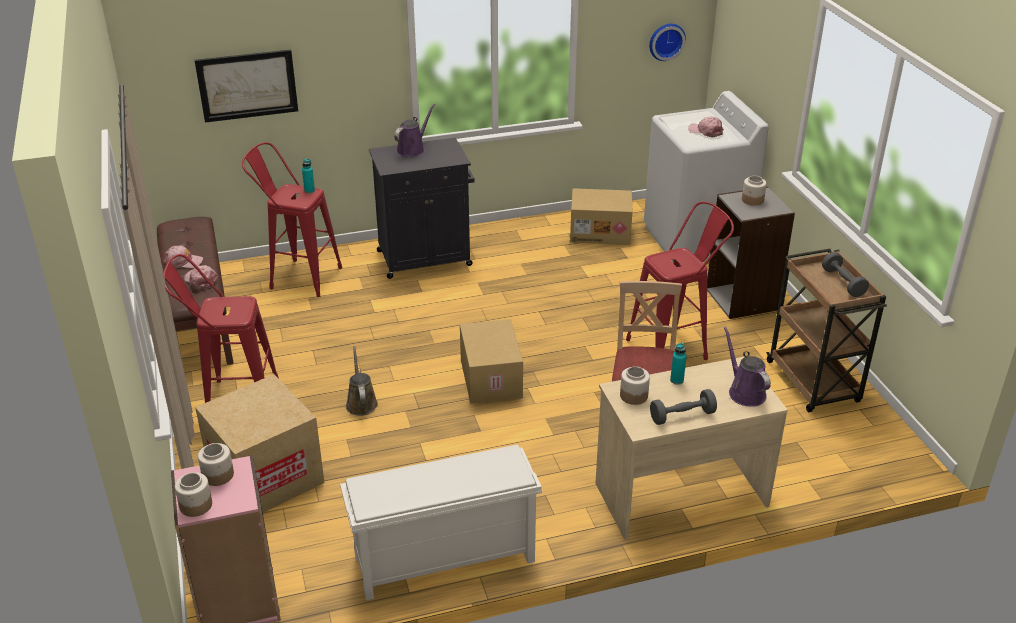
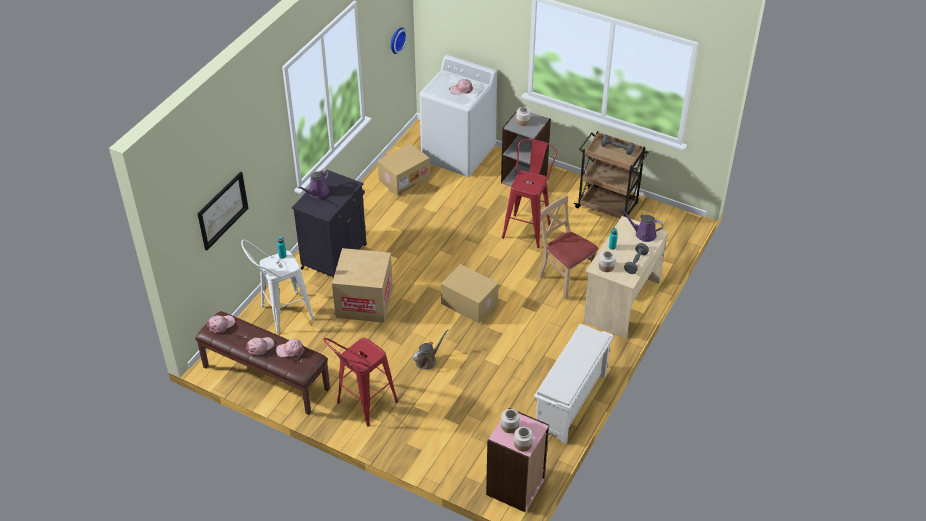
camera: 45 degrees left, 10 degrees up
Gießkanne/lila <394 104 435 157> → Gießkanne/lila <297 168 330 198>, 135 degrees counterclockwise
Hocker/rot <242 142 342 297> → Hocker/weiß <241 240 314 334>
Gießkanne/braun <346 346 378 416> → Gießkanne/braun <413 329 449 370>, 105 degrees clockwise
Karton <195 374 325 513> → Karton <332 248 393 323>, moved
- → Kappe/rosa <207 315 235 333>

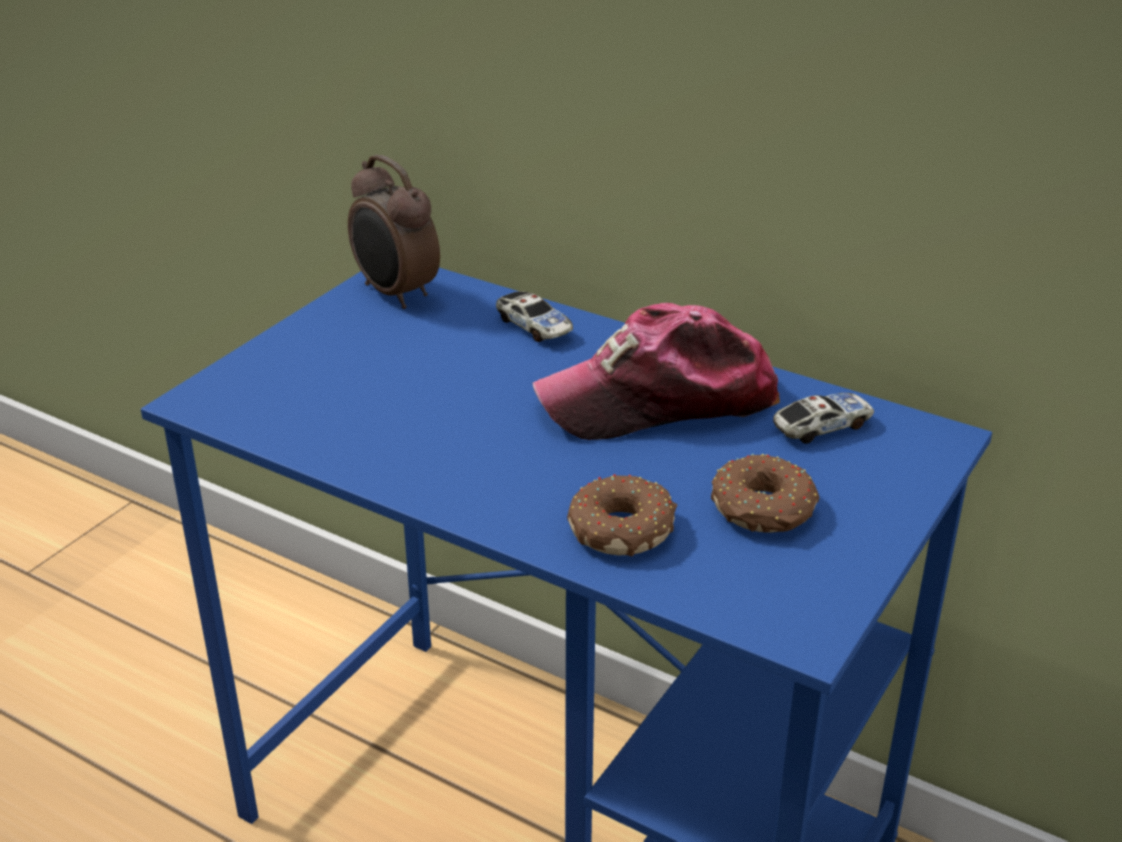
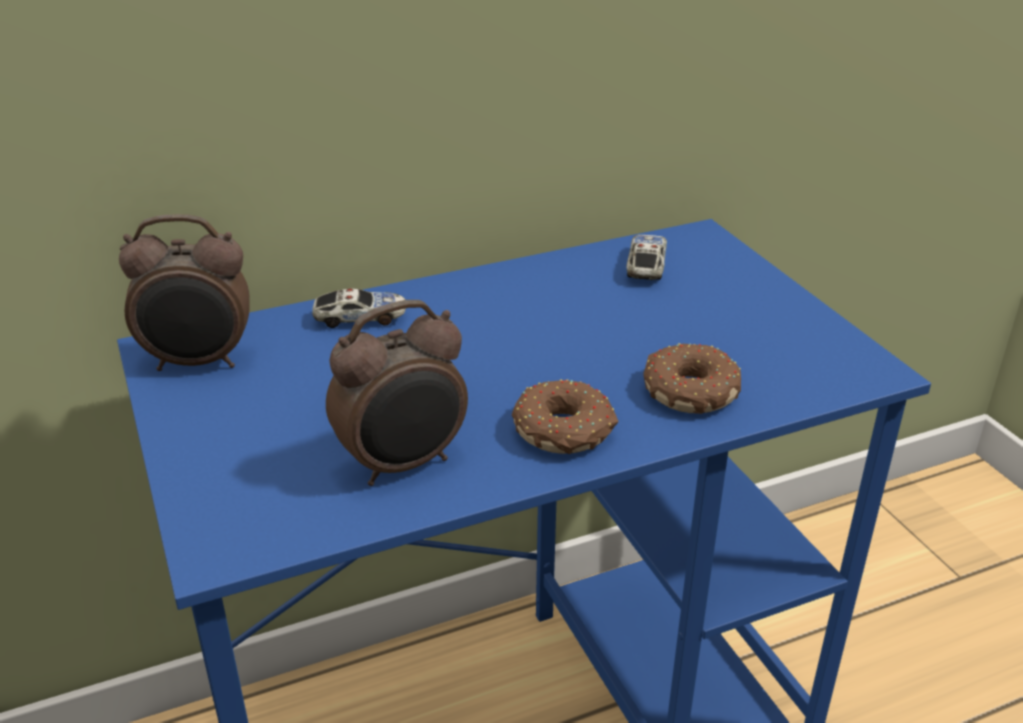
camera: 55 degrees left, 0 degrees up
Kappe <532 303 780 440> → -
Donut <711 454 820 533> → Donut <512 379 619 454>, moved
- → Wecker <326 300 468 486>

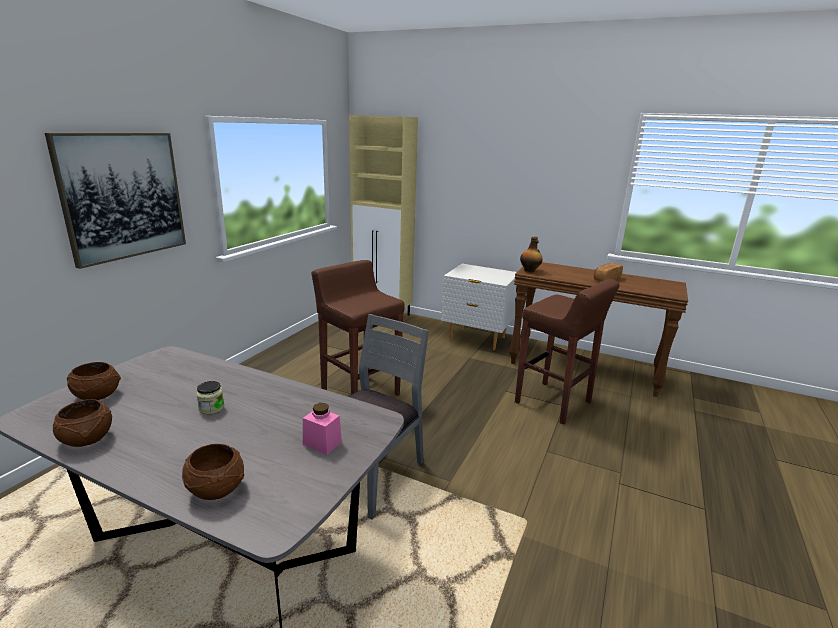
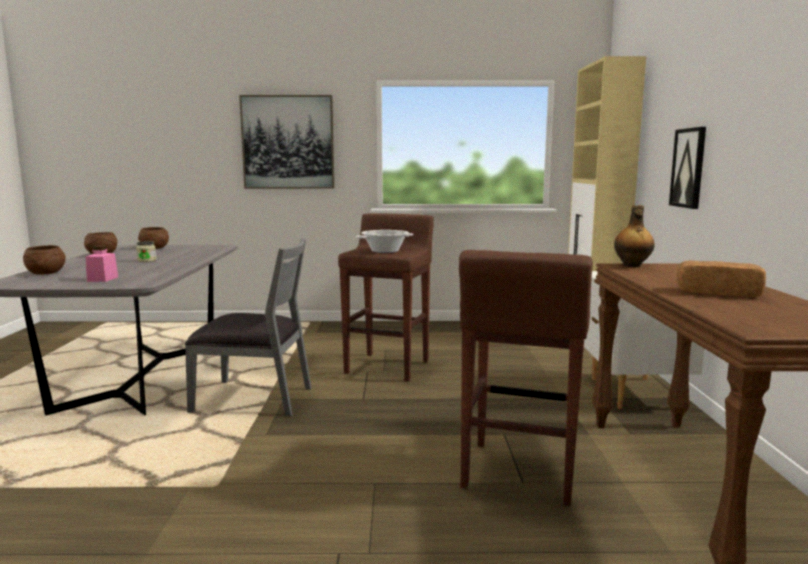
camera: 65 degrees right, 10 degrees down
- → Bild <669 127 706 209>
- → Kochtopf <356 230 413 253>

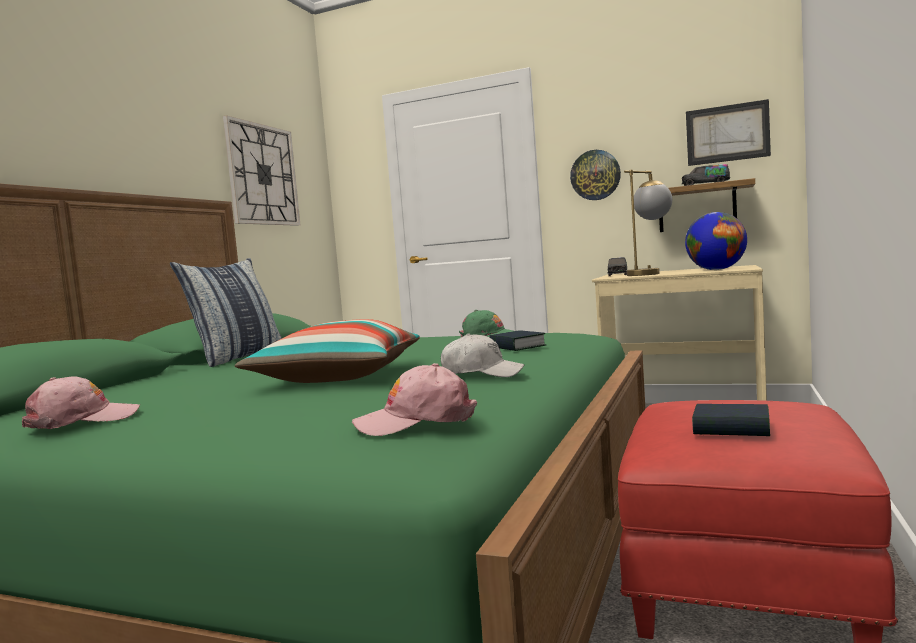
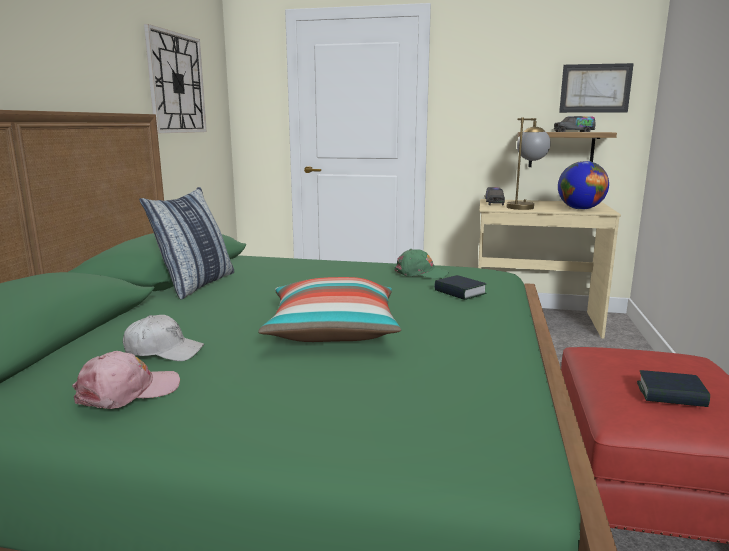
camera: 10 degrees left, 10 degrees up
Wanduhr <570 150 621 200> → -
Kappe/weiß <441 333 525 377> → Kappe/weiß <123 315 204 361>, moved
Kappe/rosa <352 363 477 436> → -

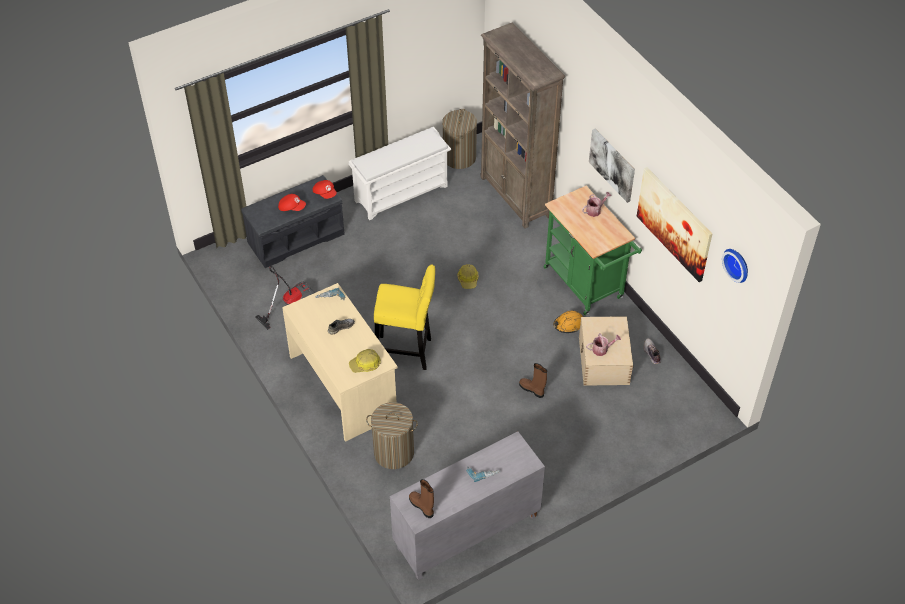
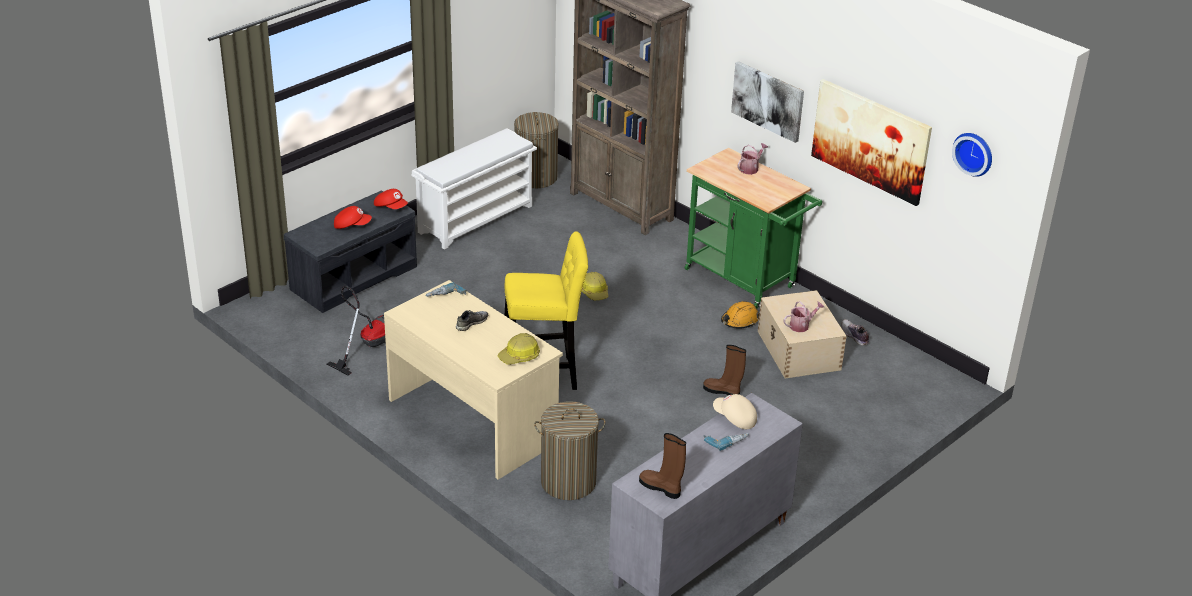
camera: 15 degrees left, 15 degrees down
- → Kappe/beige <713 394 757 429>

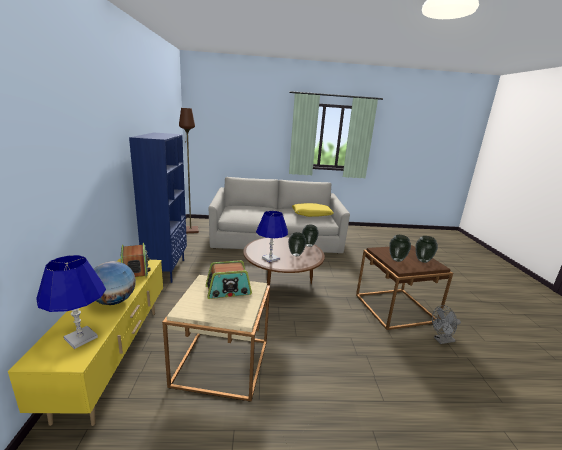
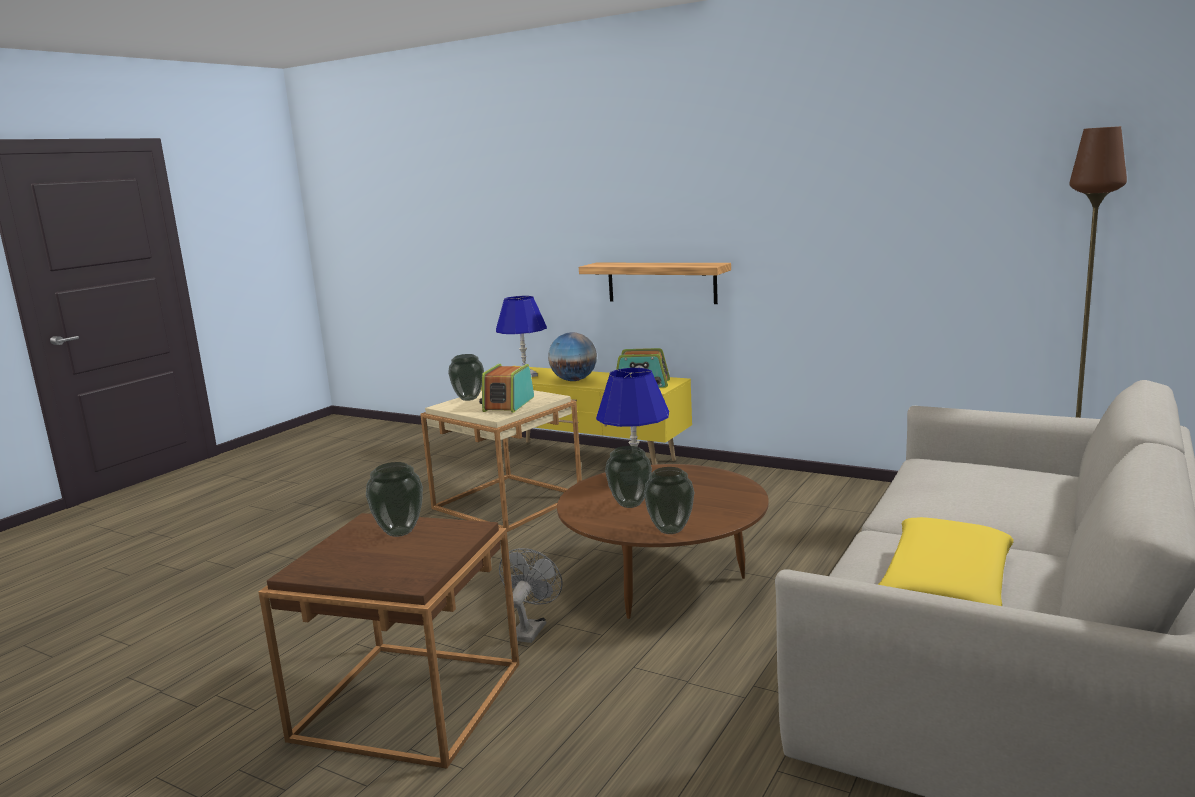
camera: 125 degrees right, 5 degrees down
Bücherregal/blau <129 133 187 283> → -
Vase <415 236 438 263> → Vase <448 354 484 401>, moved
Ventilator/grau <432 305 461 344> → Ventilator/grau <499 548 562 643>, moved
- → Wandregal <579 263 731 304>

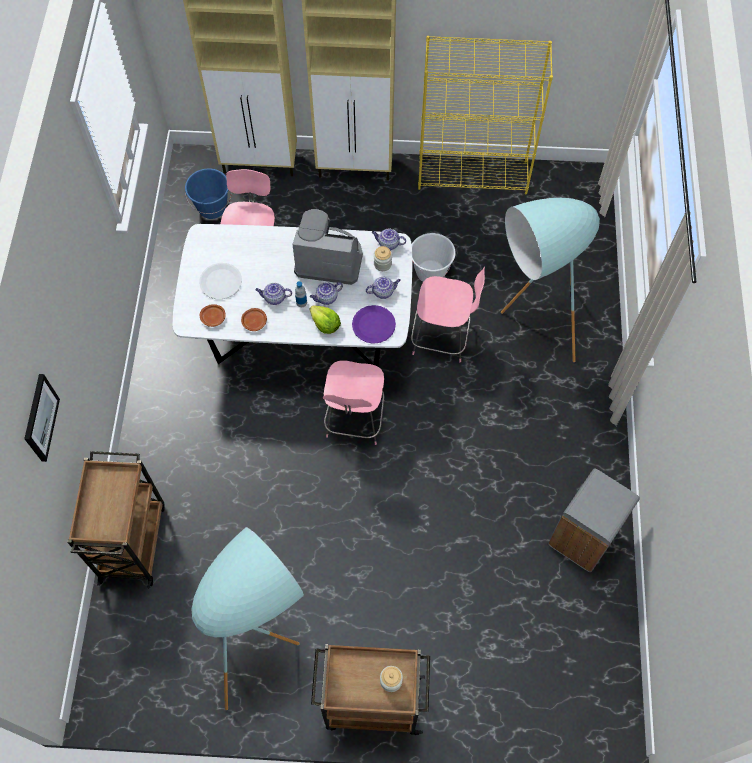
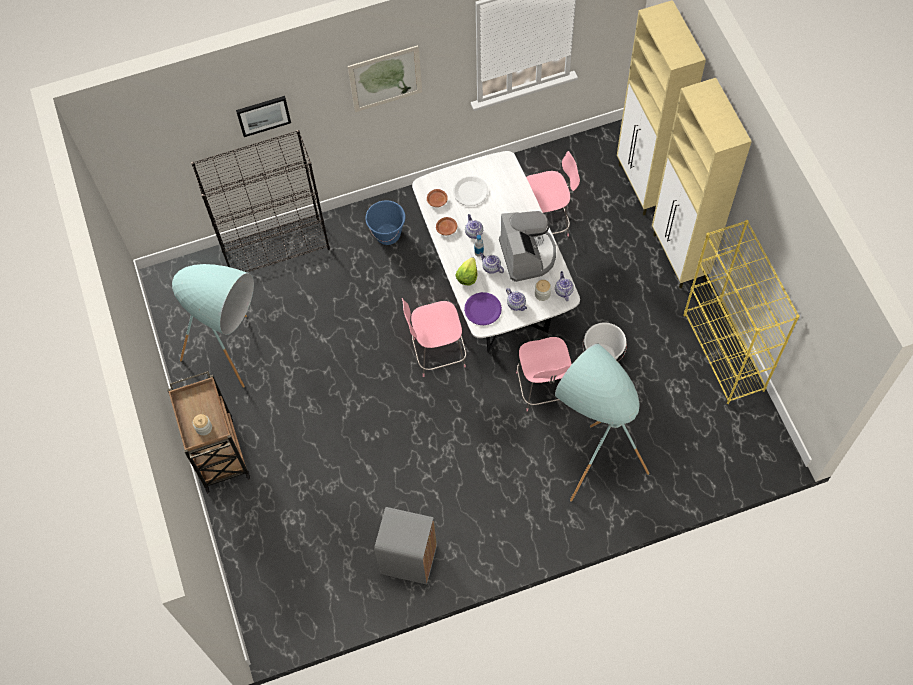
camera: 70 degrees right, 0 degrees up
Eimer/blau <185 168 232 219> → Eimer/blau <365 200 405 245>, moved
Rollwagen/braun <67 451 165 588> → Bücherregal/schwarz <191 130 330 272>
- → Bild <348 45 422 112>

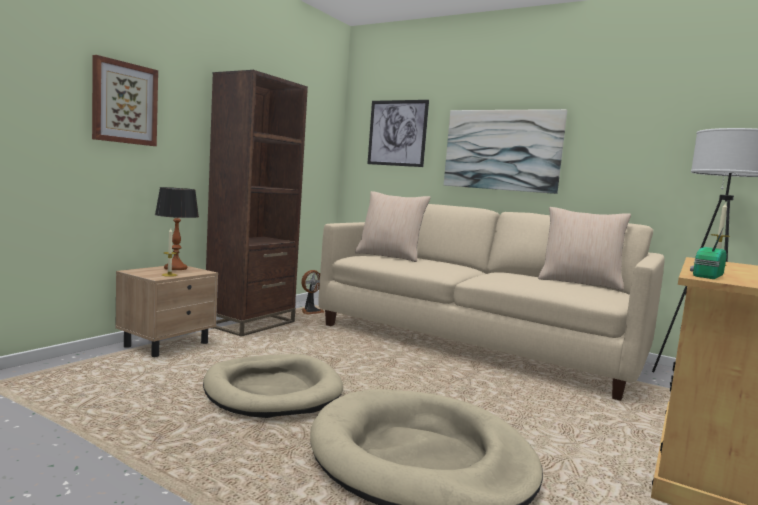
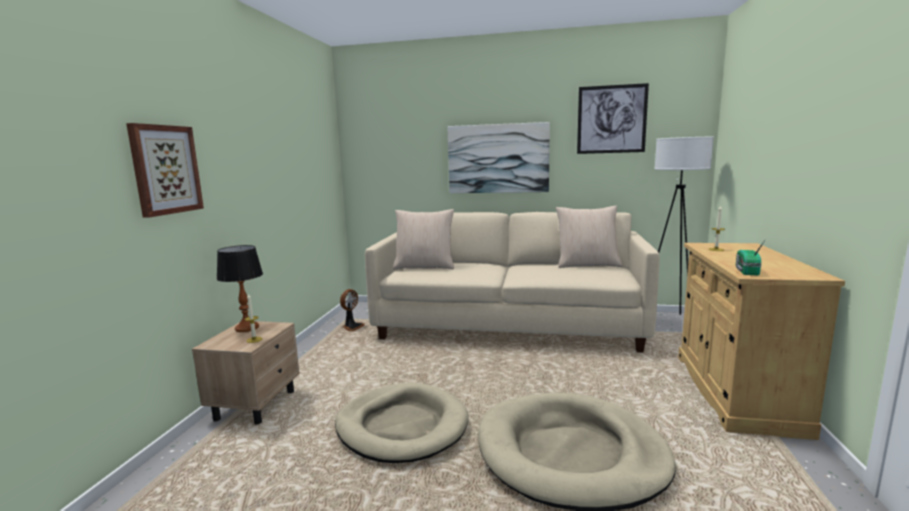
camera: 20 degrees left, 5 degrees up
Bücherregal/braun <206 70 308 336> → -
Bild <367 100 429 167> → Bild <577 83 649 154>, moved

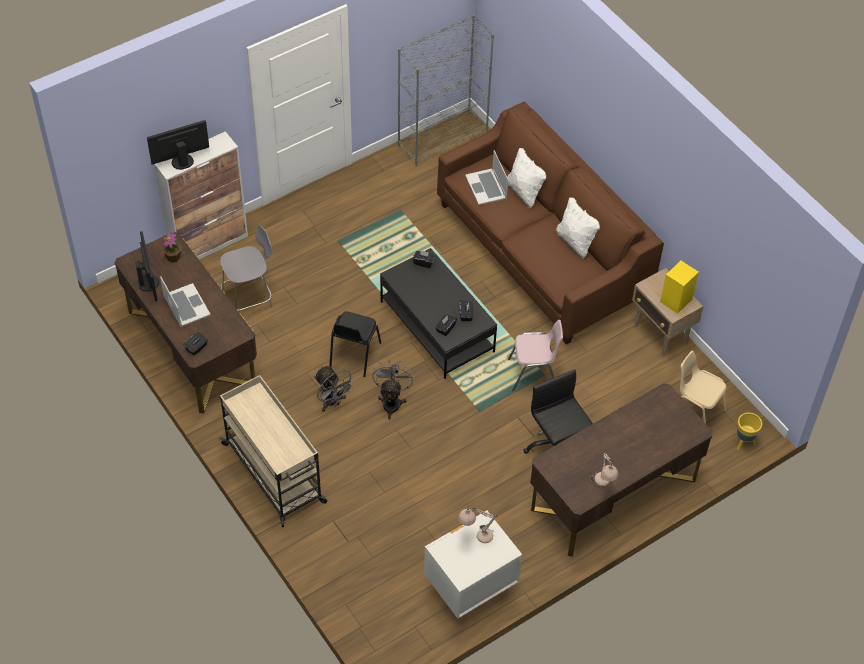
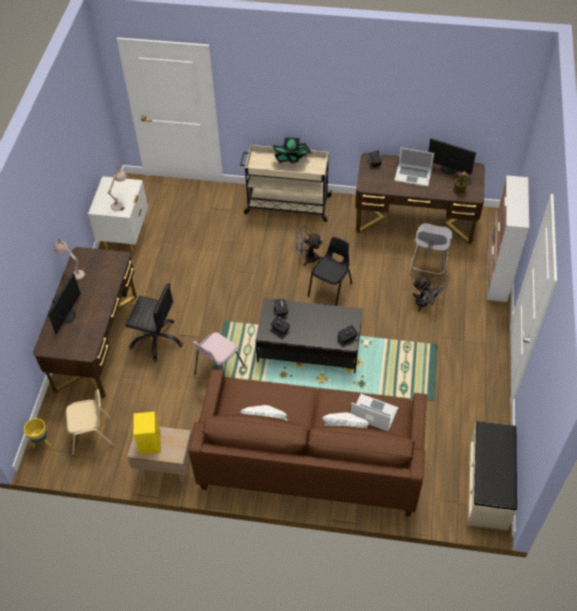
camera: 135 degrees right, 0 degrees up
Bücherregal/grau <398 15 494 166> → Bank/beige <467 421 517 530>
Monitor <147 120 209 170> → Monitor <48 273 81 334>, moved
Stuhl/schwarz <329 311 381 377> → Stuhl/schwarz <308 237 352 306>, 60 degrees clockwise
Ventilator/grau <372 360 414 419> → Ventilator/grau <413 275 447 311>, moved
- → Topfpflanze <273 137 312 164>

